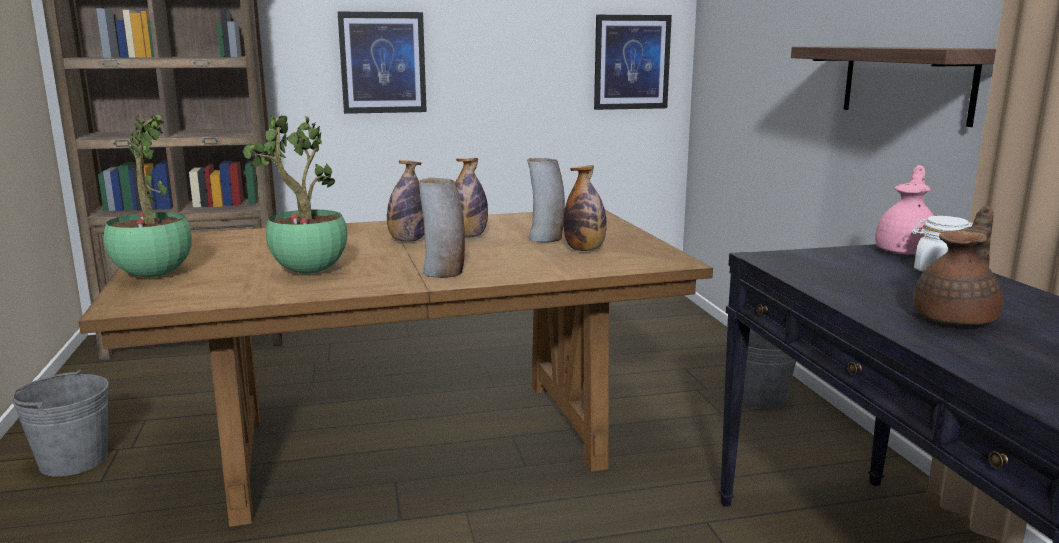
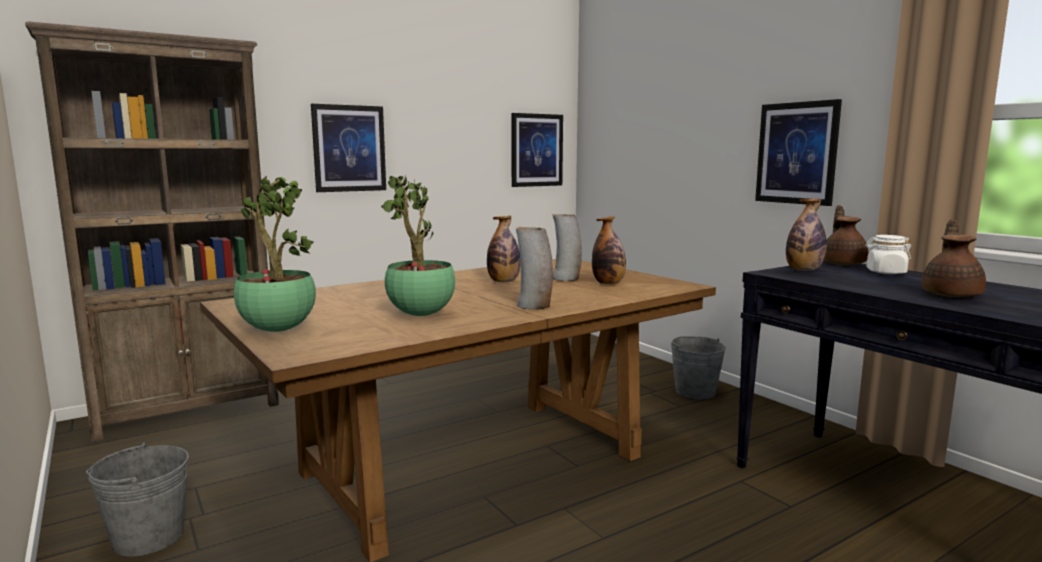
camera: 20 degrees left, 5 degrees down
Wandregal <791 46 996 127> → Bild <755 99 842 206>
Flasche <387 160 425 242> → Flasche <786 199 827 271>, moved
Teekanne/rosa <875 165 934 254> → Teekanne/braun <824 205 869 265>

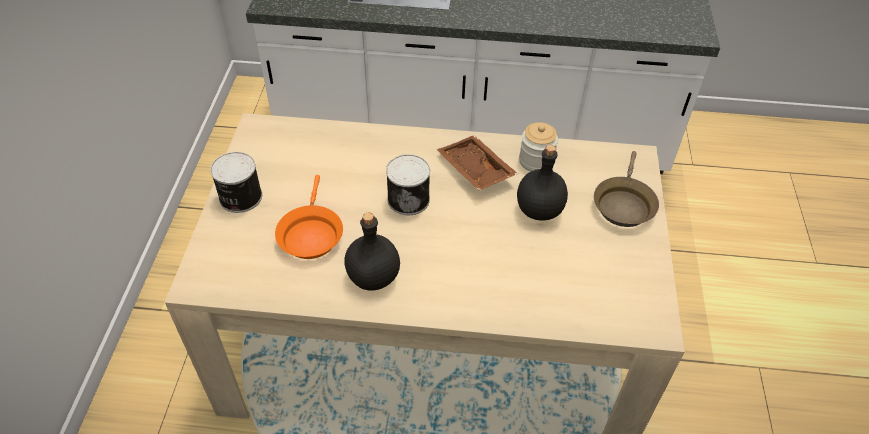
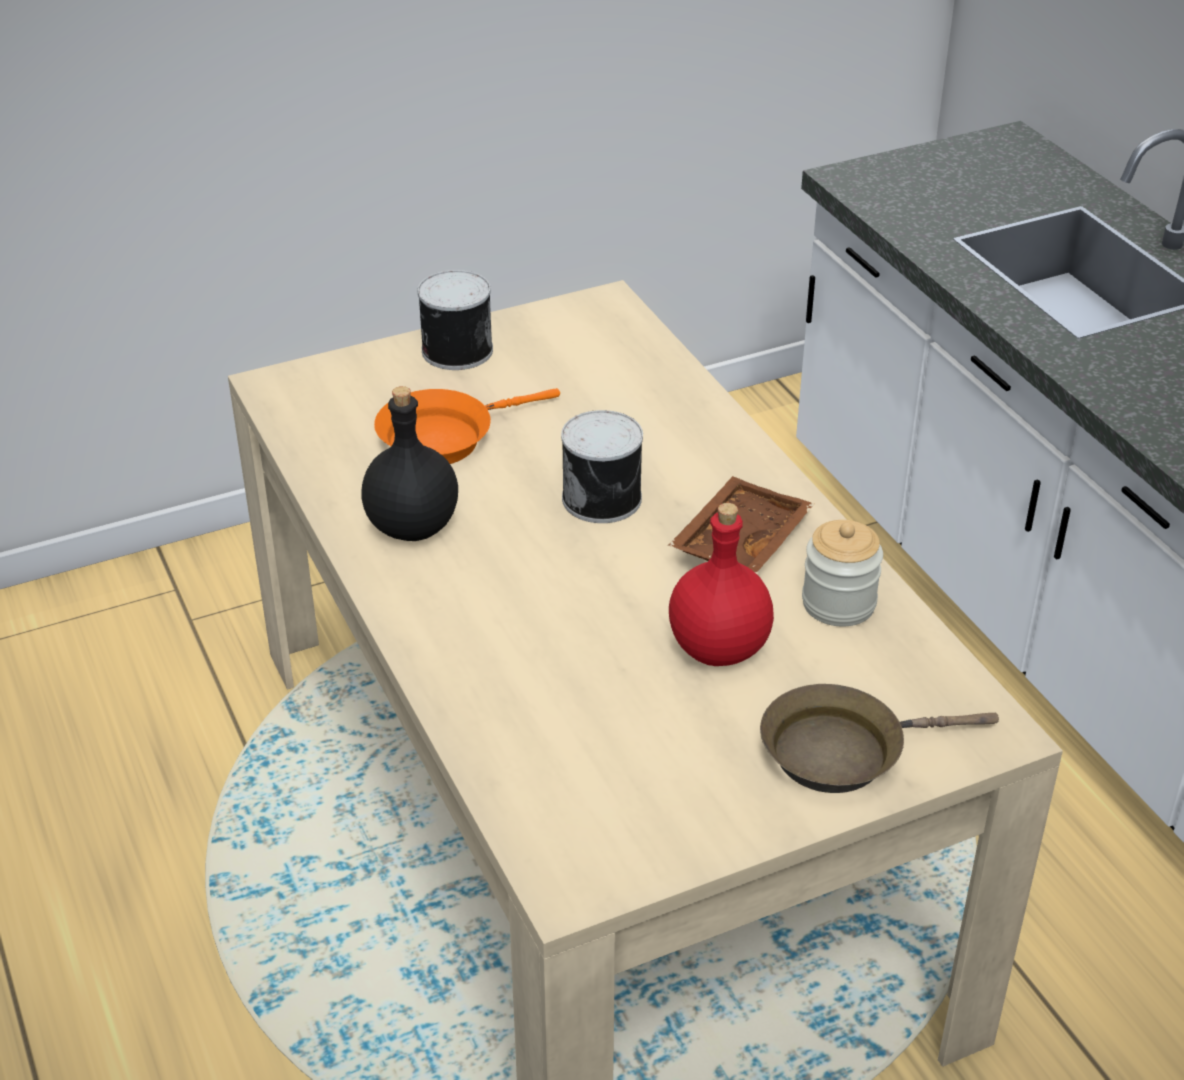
camera: 60 degrees right, 10 degrees down
Flasche/schwarz <517 145 568 221> → Flasche/rot <669 503 774 666>

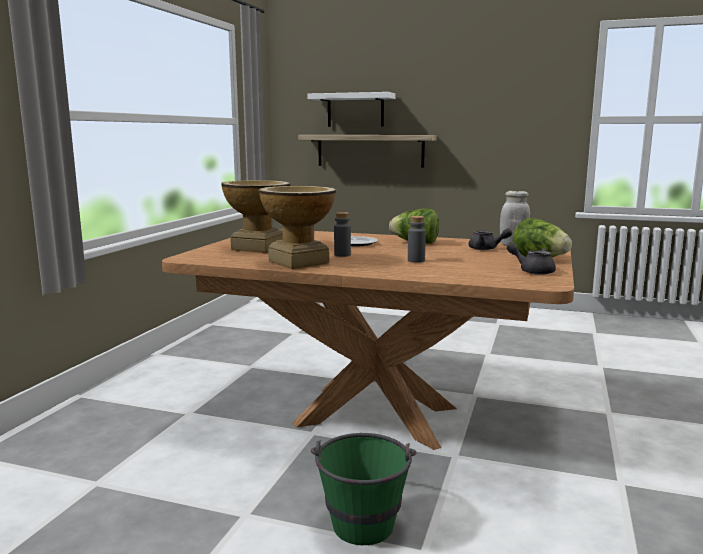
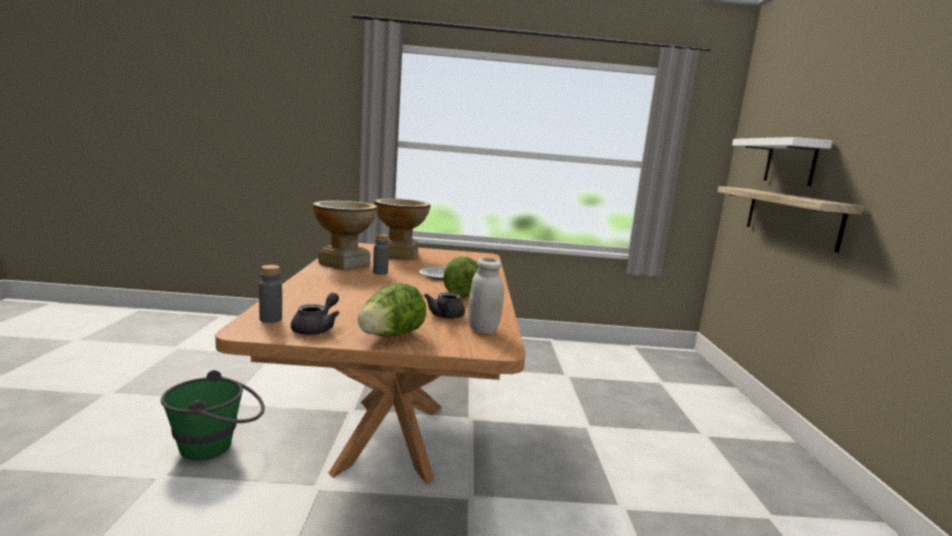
camera: 70 degrees right, 0 degrees up
Flasche/grau <408 216 426 263> → Flasche/grau <259 265 282 323>, moved

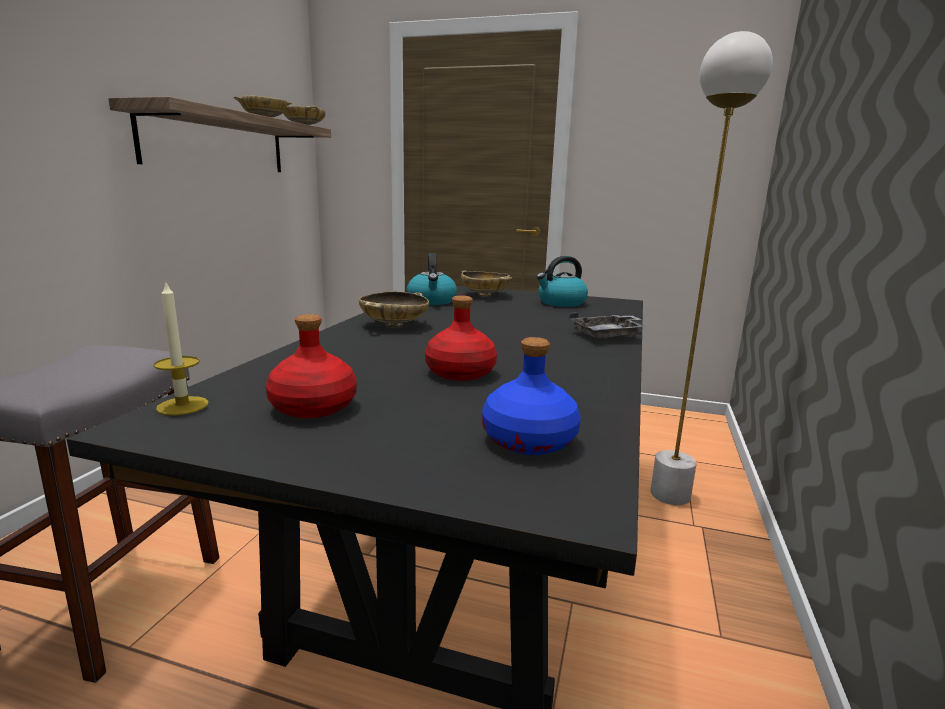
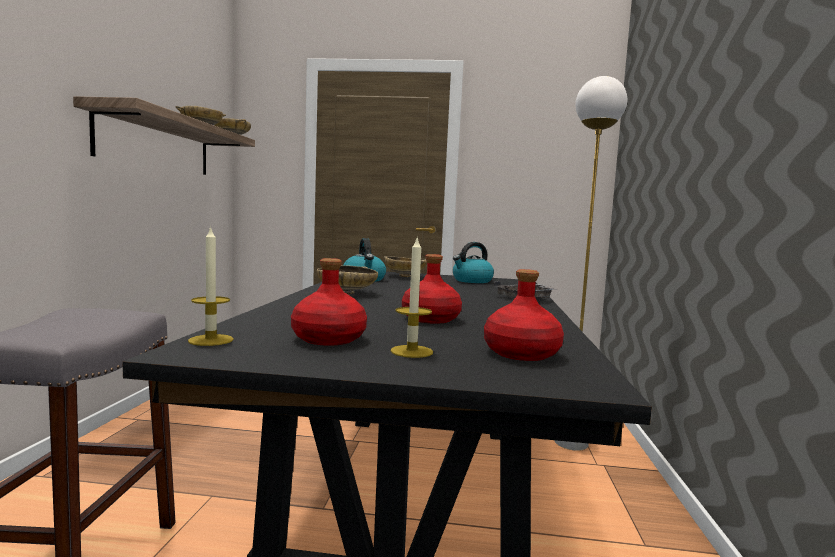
camera: 10 degrees left, 10 degrees down
Flasche/blau <482 337 581 455> → Flasche/rot <484 269 564 361>
- → Kerze <390 238 433 358>

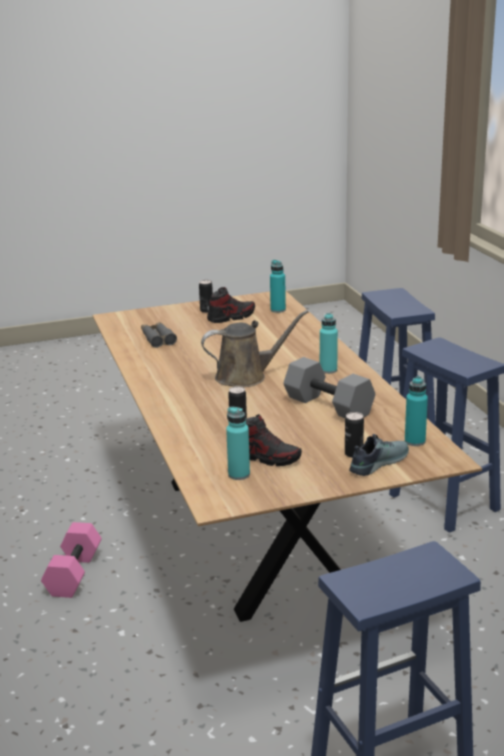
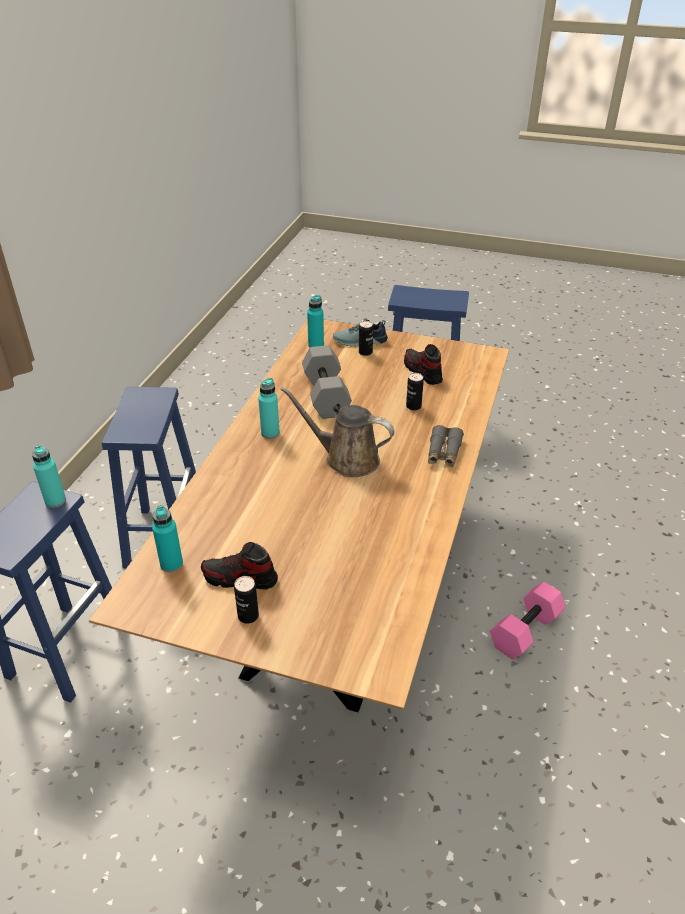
camera: 145 degrees left, 15 degrees up
Fernglas/grau <141 322 177 348> → Fernglas/grau <428 425 464 467>, moved
Flasche/türkis <226 406 250 480> → Flasche/türkis <32 445 66 508>, moved

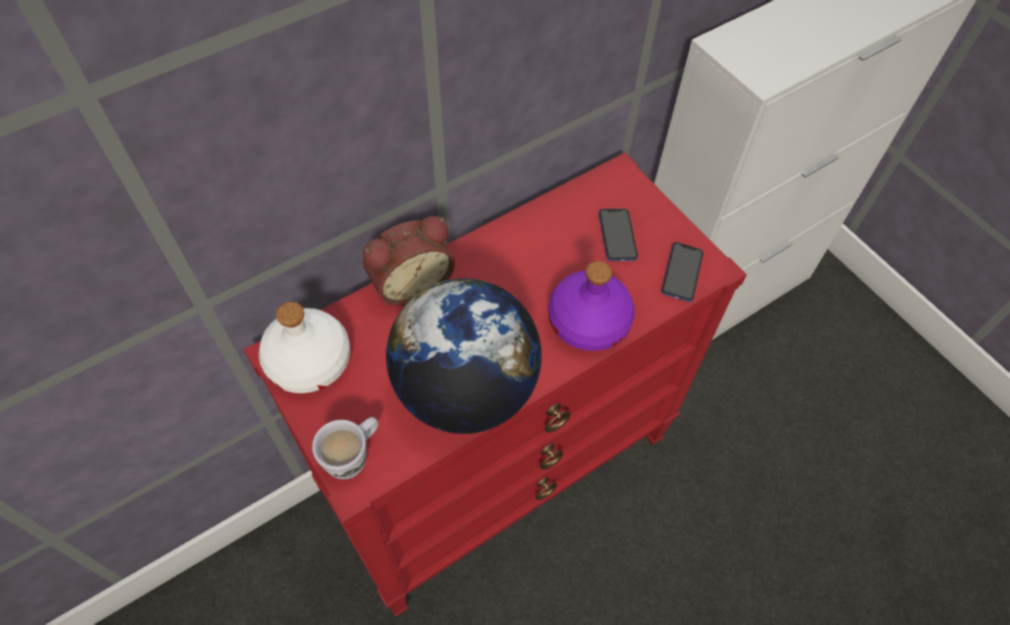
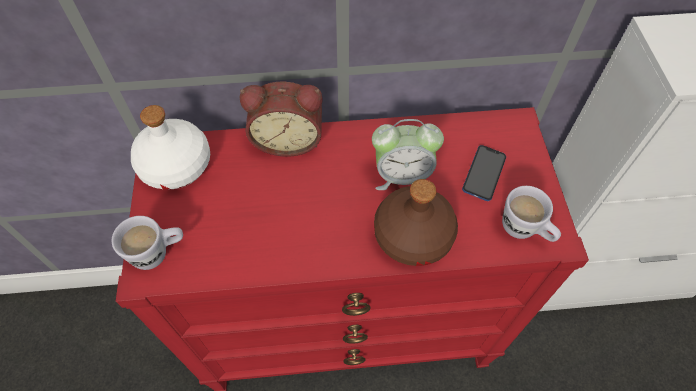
camera: 30 degrees right, 0 degrees up
Handy <661 242 703 302> → Henkelbecher/weiß <502 186 561 242>
Flasche/lila <548 261 635 351> → Flasche/braun <374 179 458 266>
Globus <386 278 542 434> → -
- → Wecker <372 119 444 190>

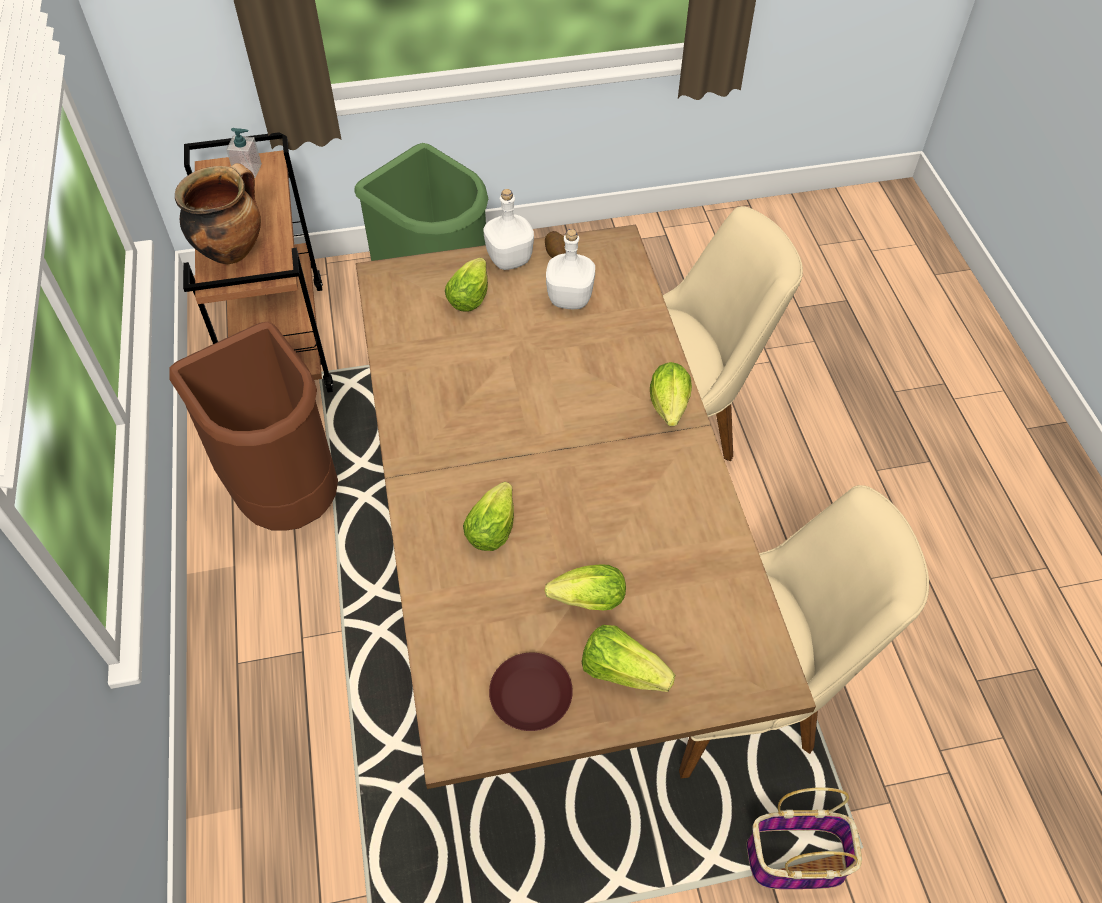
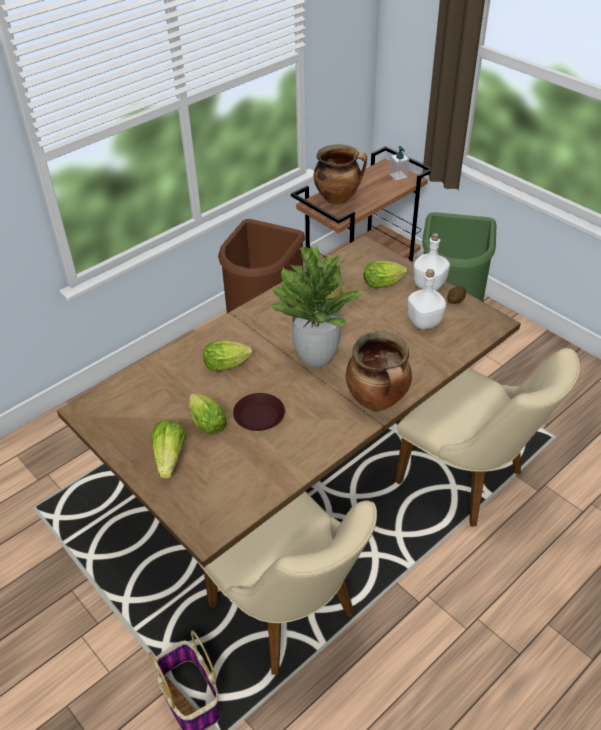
camera: 60 degrees right, 10 degrees down
Salatkopf <650 362 692 426> → Kochtopf <346 331 412 411>
Teller/braun <489 653 573 731> → Teller/braun <233 393 285 431>, moved
- → Topfpflanze <269 246 363 368>

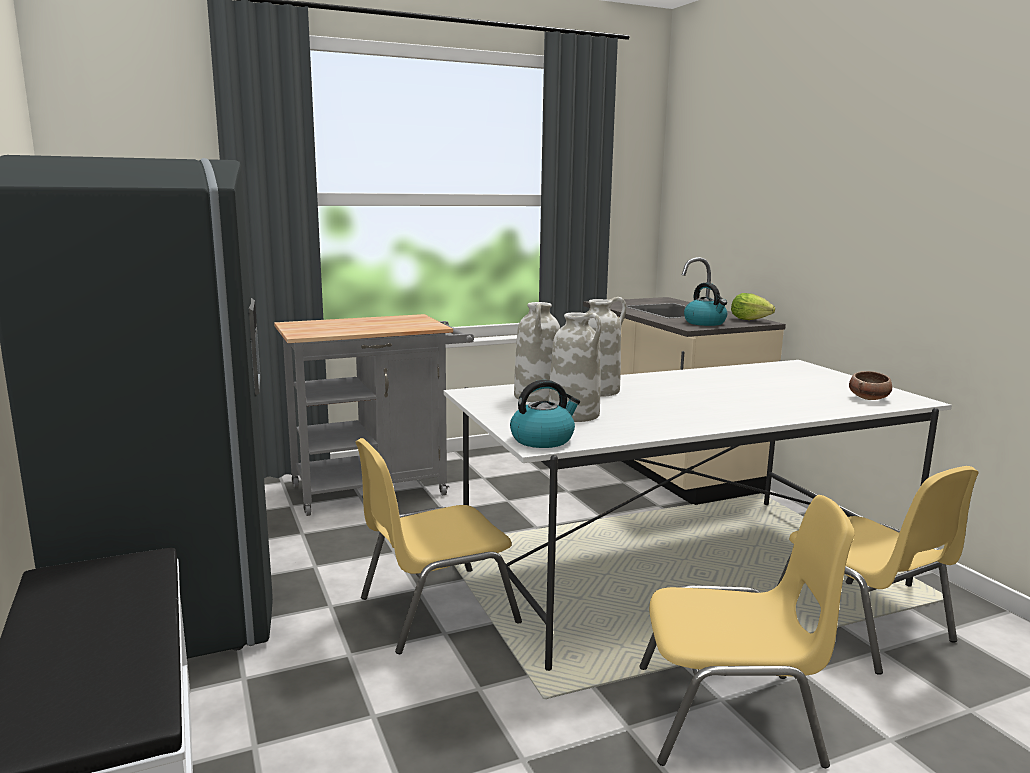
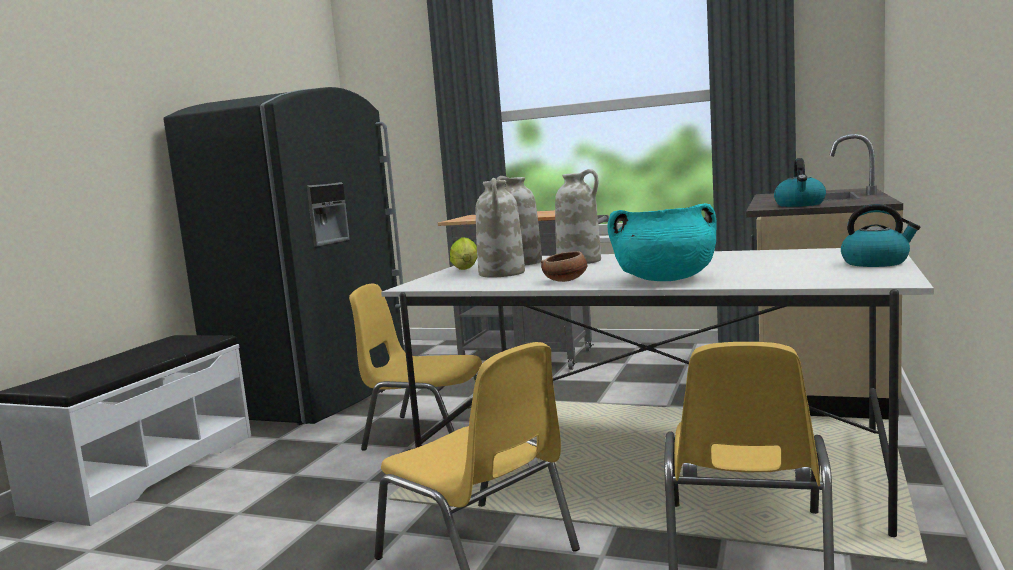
camera: 45 degrees right, 5 degrees down
Salatkopf <731 293 775 320> → Salatkopf <450 237 477 270>, moved
Schüssel <849 371 892 400> → Schüssel <541 251 588 282>, moved
Wasserkessel <510 380 580 448> → Wasserkessel <841 204 920 267>, moved
- → Kochtopf/türkis <608 203 716 281>

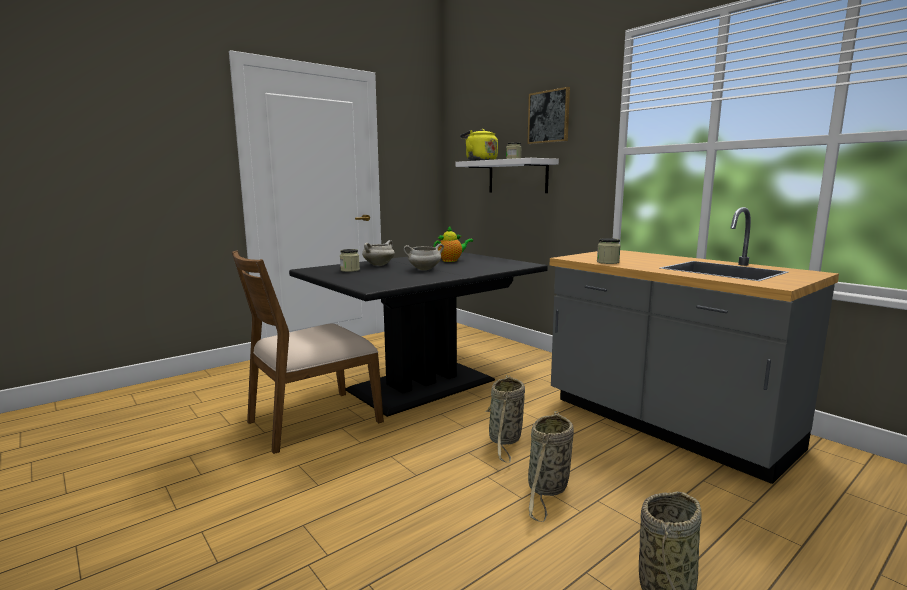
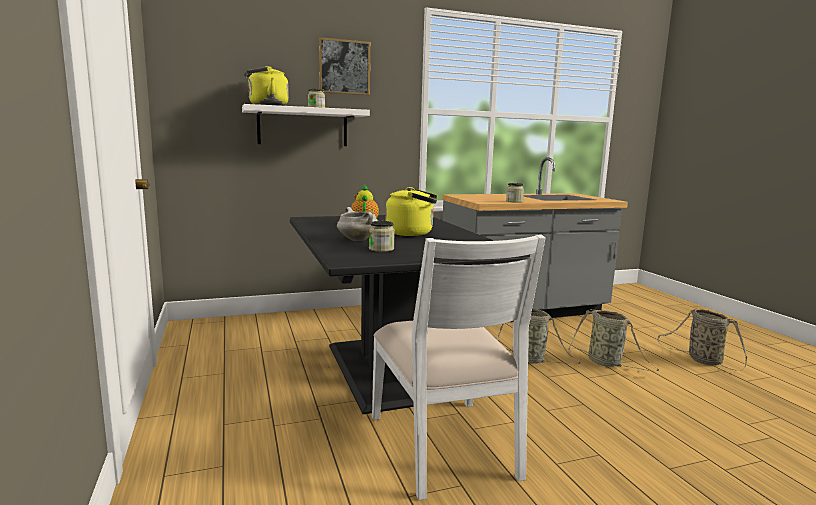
camera: 70 degrees left, 0 degrees up
Kochtopf/weiß <404 244 444 270> → Wasserkessel/gelb <386 187 437 236>
Stuhl/braun <232 250 384 454> → Stuhl/weiß <372 235 545 501>

